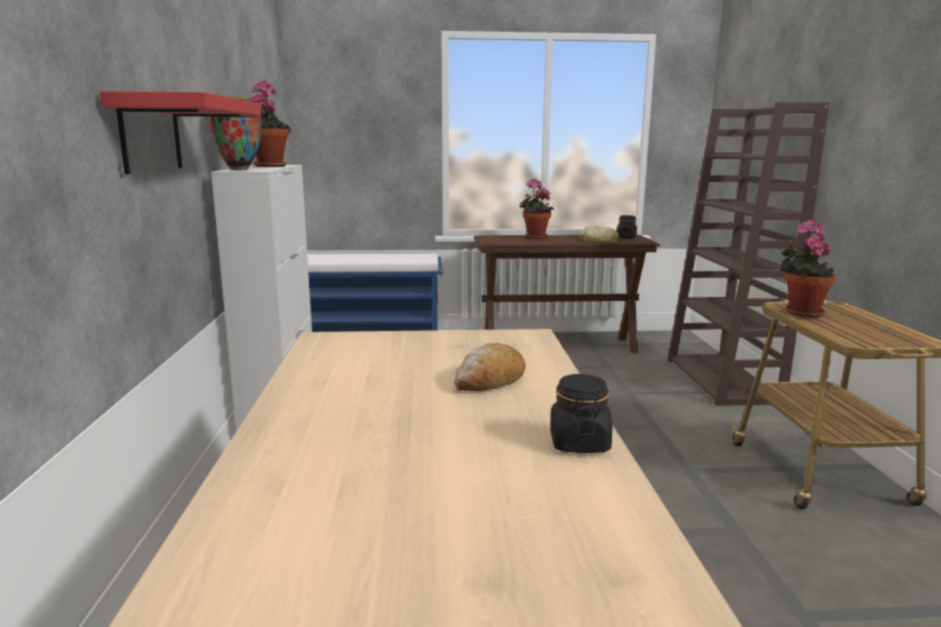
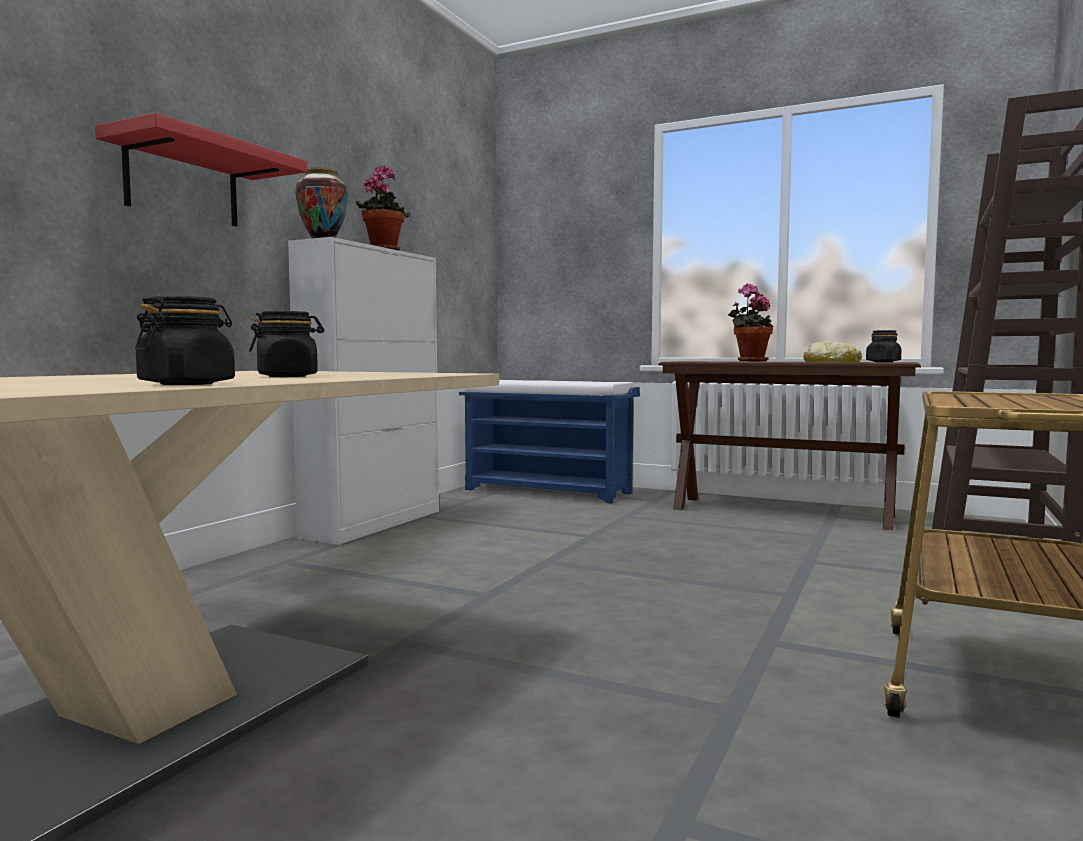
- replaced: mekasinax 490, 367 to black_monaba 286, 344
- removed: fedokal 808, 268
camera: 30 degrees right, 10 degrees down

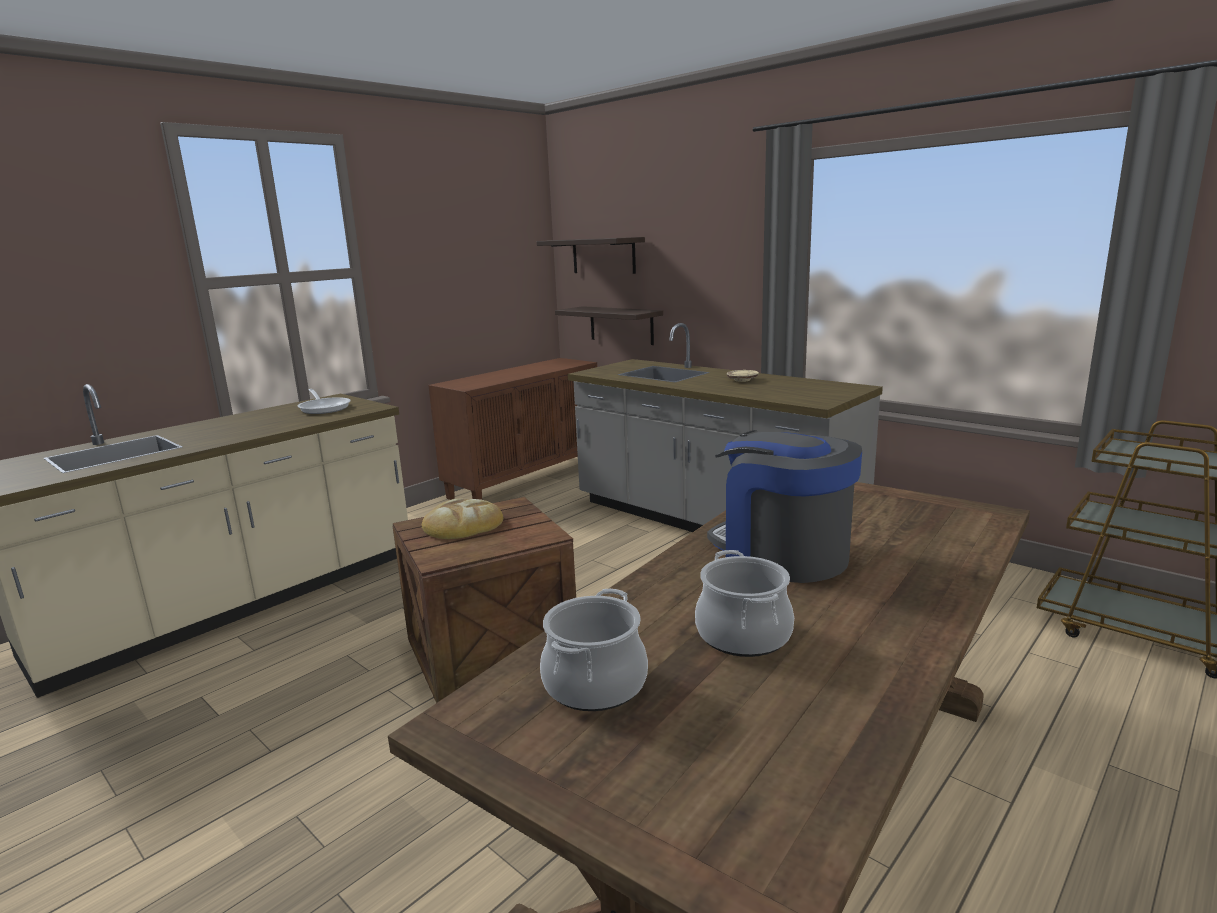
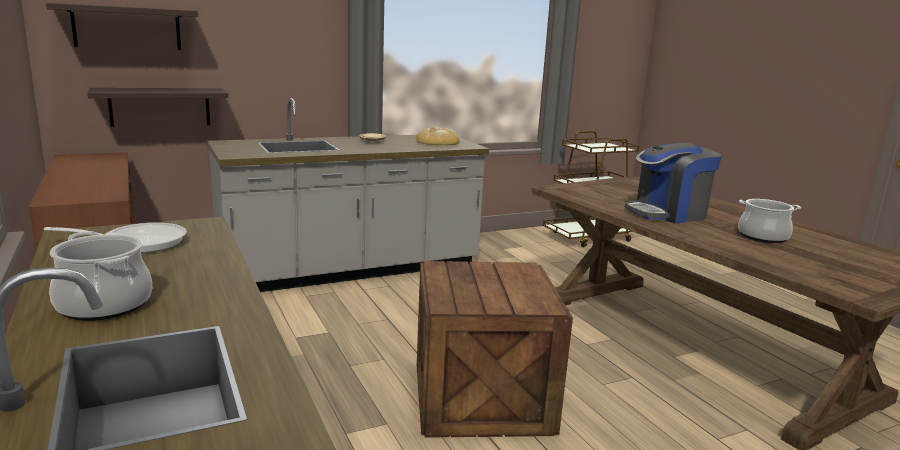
- moved: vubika 594, 650 to 100, 276
- moved: mekasinax 462, 519 to 438, 136
camera: 70 degrees left, 0 degrees up

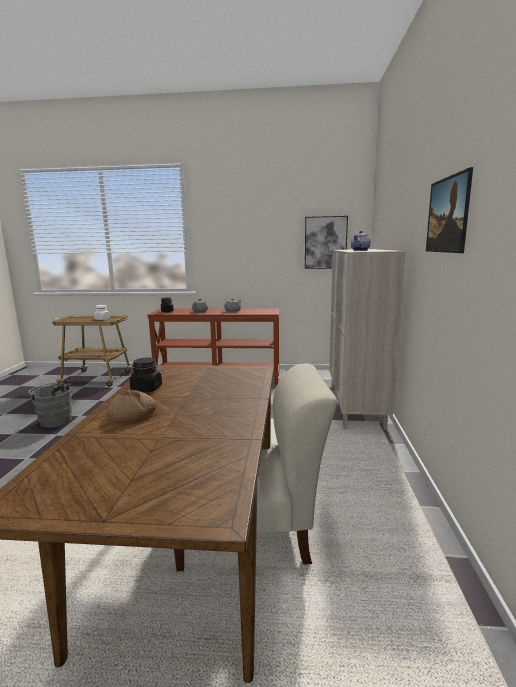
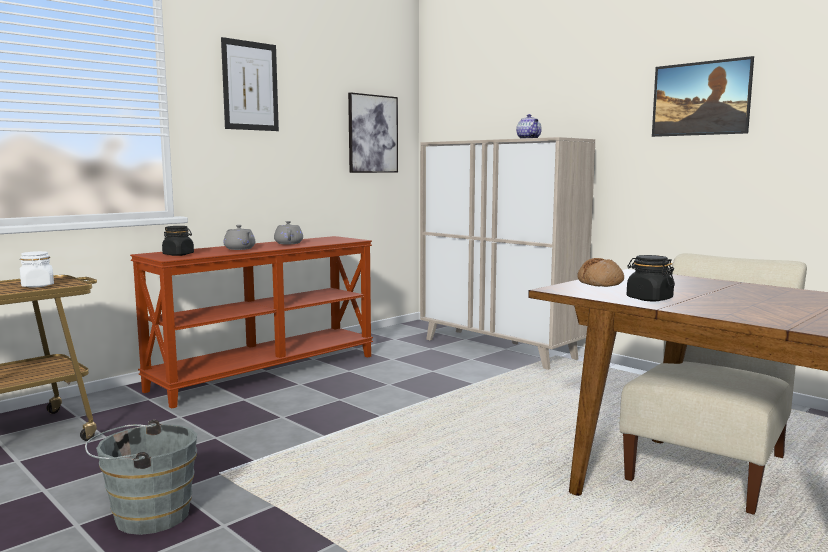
- added: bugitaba 250, 84
- moved: mekasinax 131, 406 to 601, 272
camera: 50 degrees left, 5 degrees down

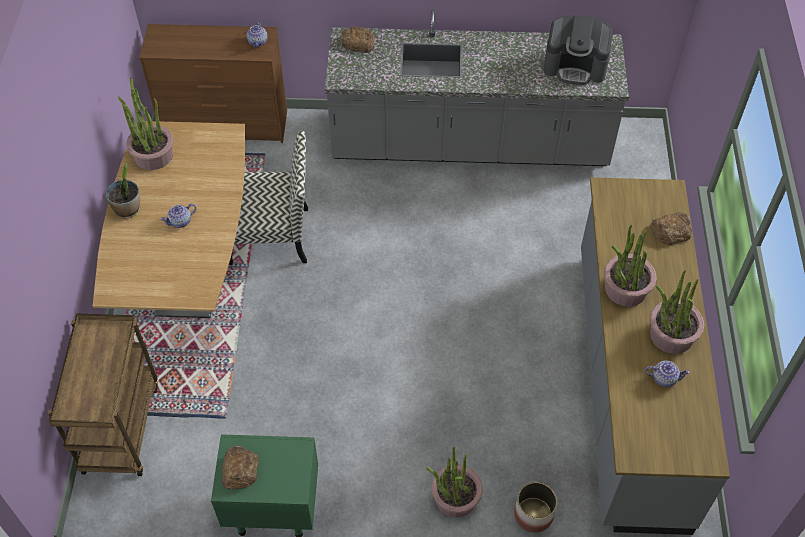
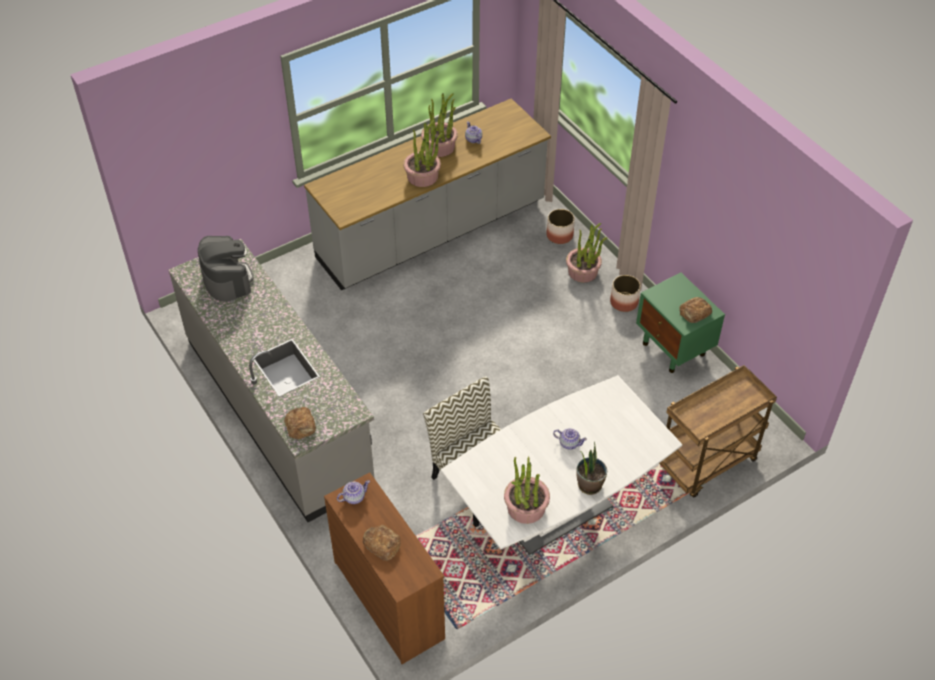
- moved: mekasinax 671, 228 to 382, 543
- recoloured: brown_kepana 169, 219 to white_kepana 561, 465
- added: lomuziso 625, 293
camera: 125 degrees left, 5 degrees down

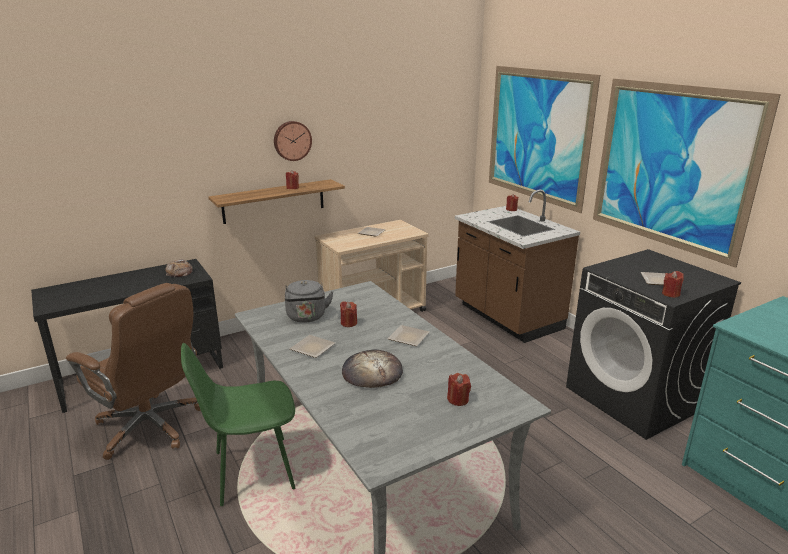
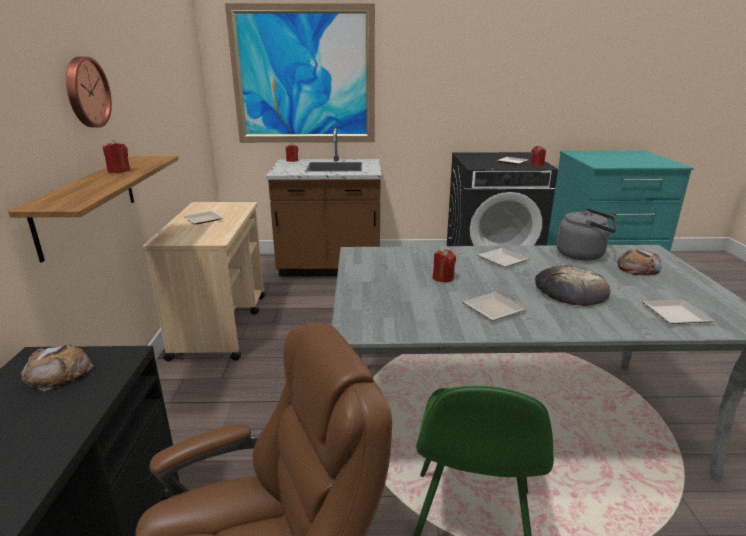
- moved: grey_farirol 309, 301 to 586, 234
- replaced: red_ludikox 459, 389 to mekasinax 639, 262
- added: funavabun 678, 311
- removed: bugitaba 687, 173
camera: 60 degrees left, 0 degrees up

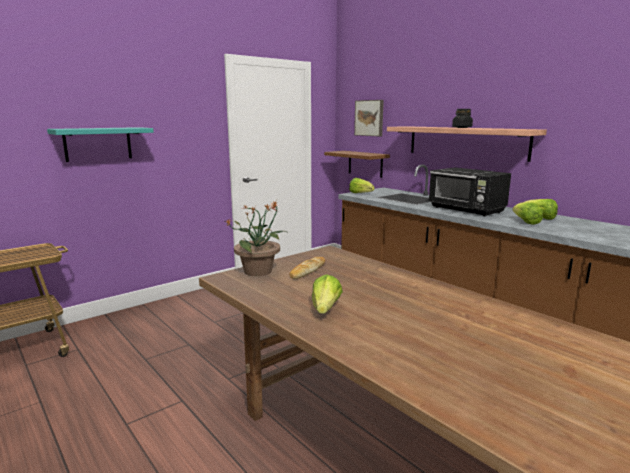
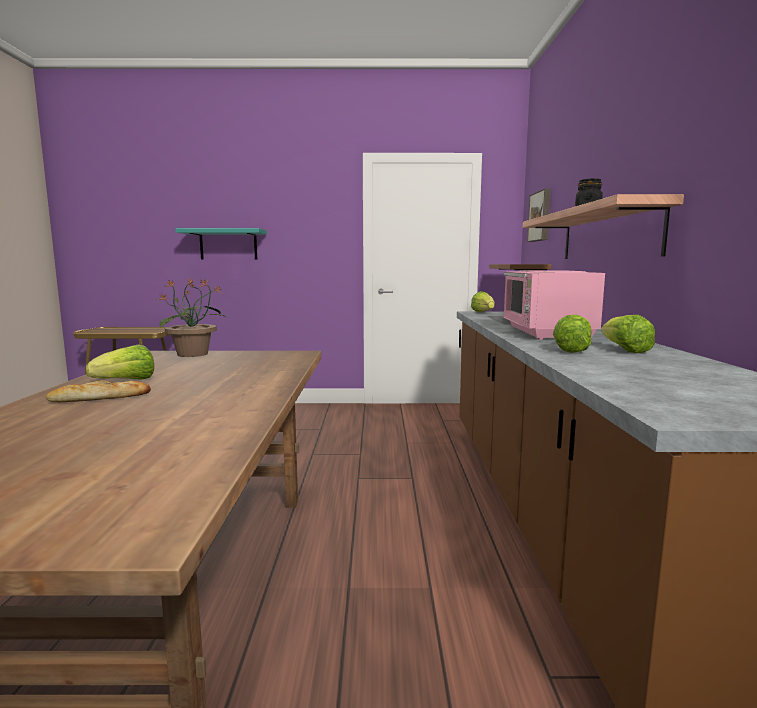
- moved: mekasinax 307, 268 to 98, 391
- recoloured: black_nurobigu 470, 192 to pink_nurobigu 554, 305
camera: 40 degrees right, 5 degrees down

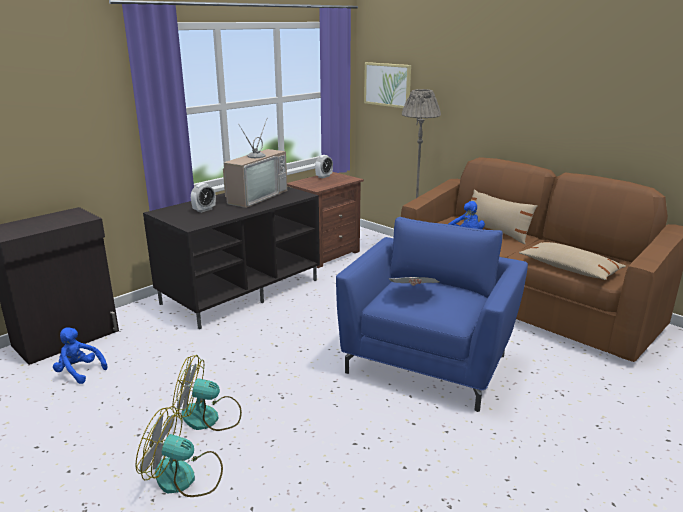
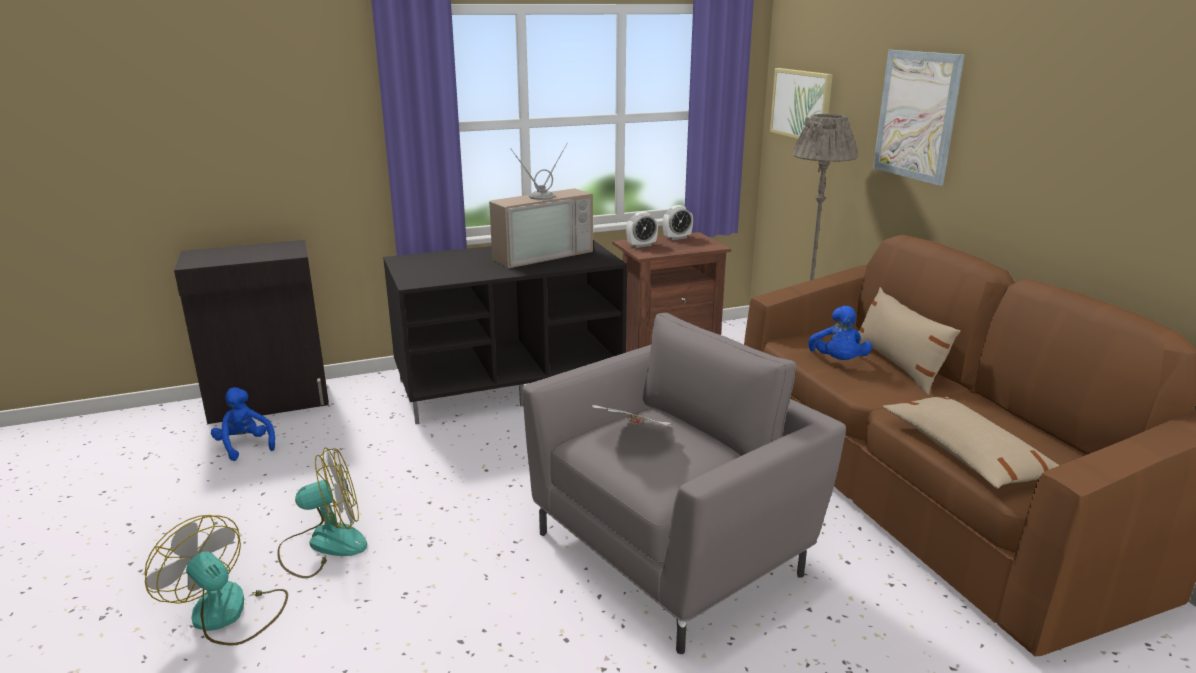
- turned: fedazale 207, 393 = 322, 513 135 degrees clockwise
- recoloured: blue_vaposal 432, 314 to grey_vaposal 684, 483
- moved: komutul 203, 198 to 642, 229
- added: bugitaba 919, 118
camera: 25 degrees right, 0 degrees up

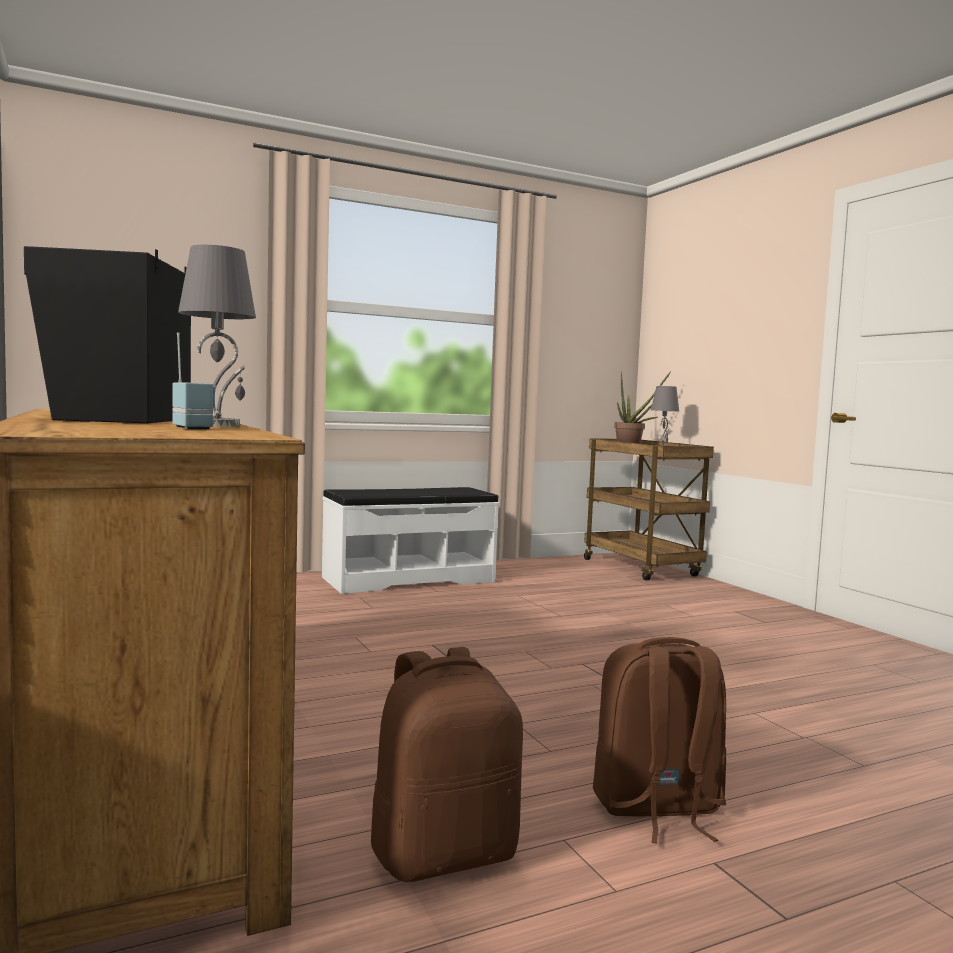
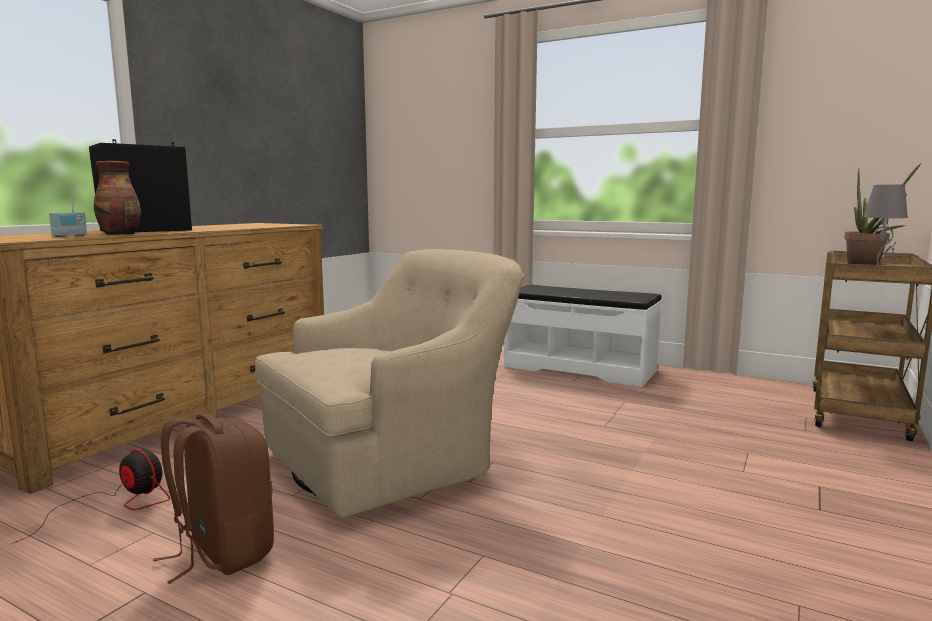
- replaced: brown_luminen 447, 764 to fedazale 91, 496
- replaced: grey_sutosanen 217, 336 to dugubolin 117, 198
- added: beige_vaposal 389, 383
camera: 55 degrees right, 5 degrees up

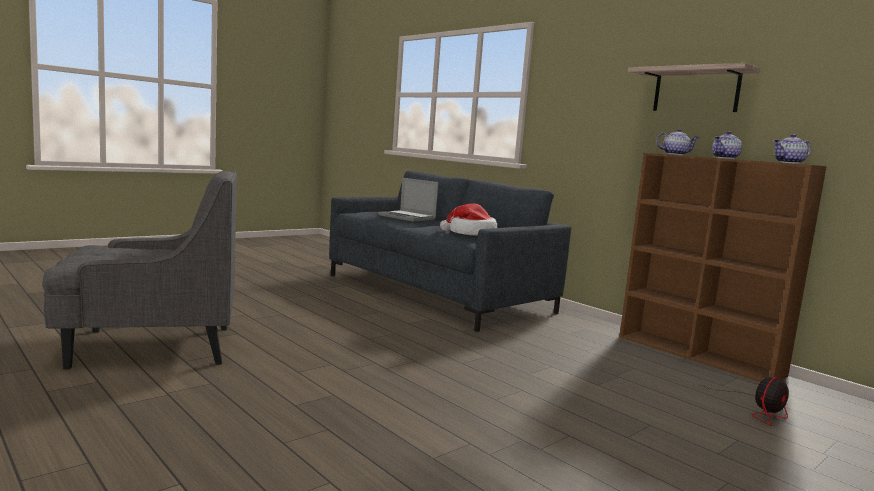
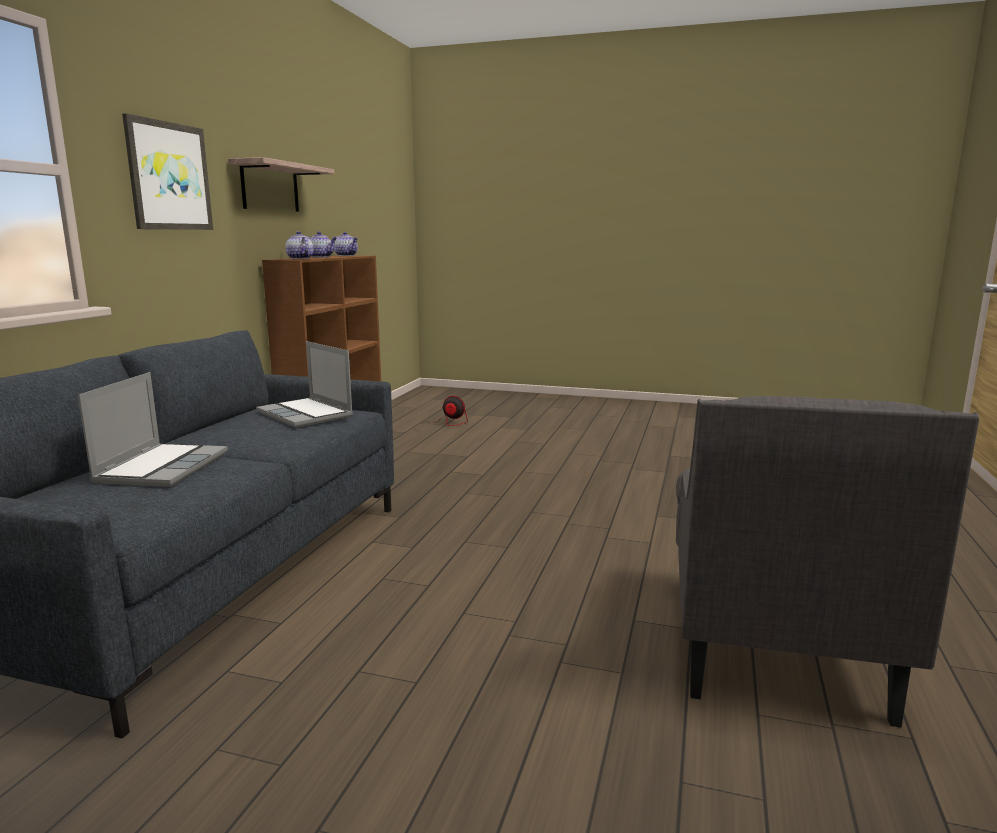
- added: bugitaba 167, 171
- replaced: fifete 468, 220 to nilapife 304, 384
- turned: grey_vaposal 139, 270 = 827, 561 120 degrees counterclockwise
camera: 120 degrees left, 5 degrees up

